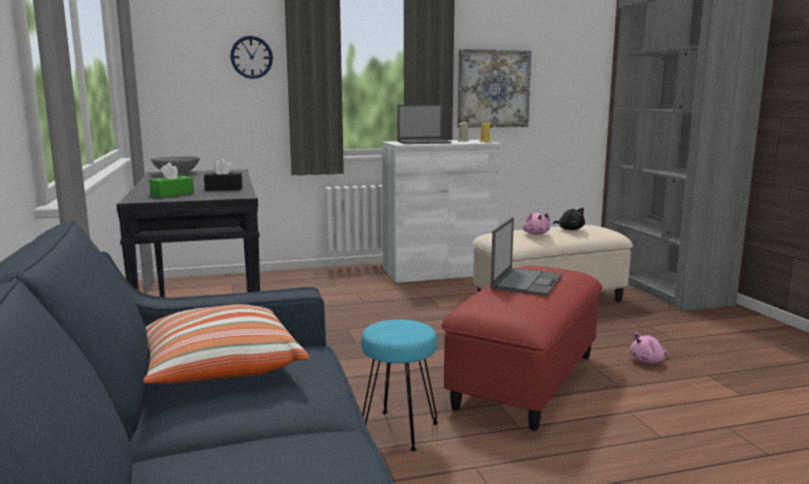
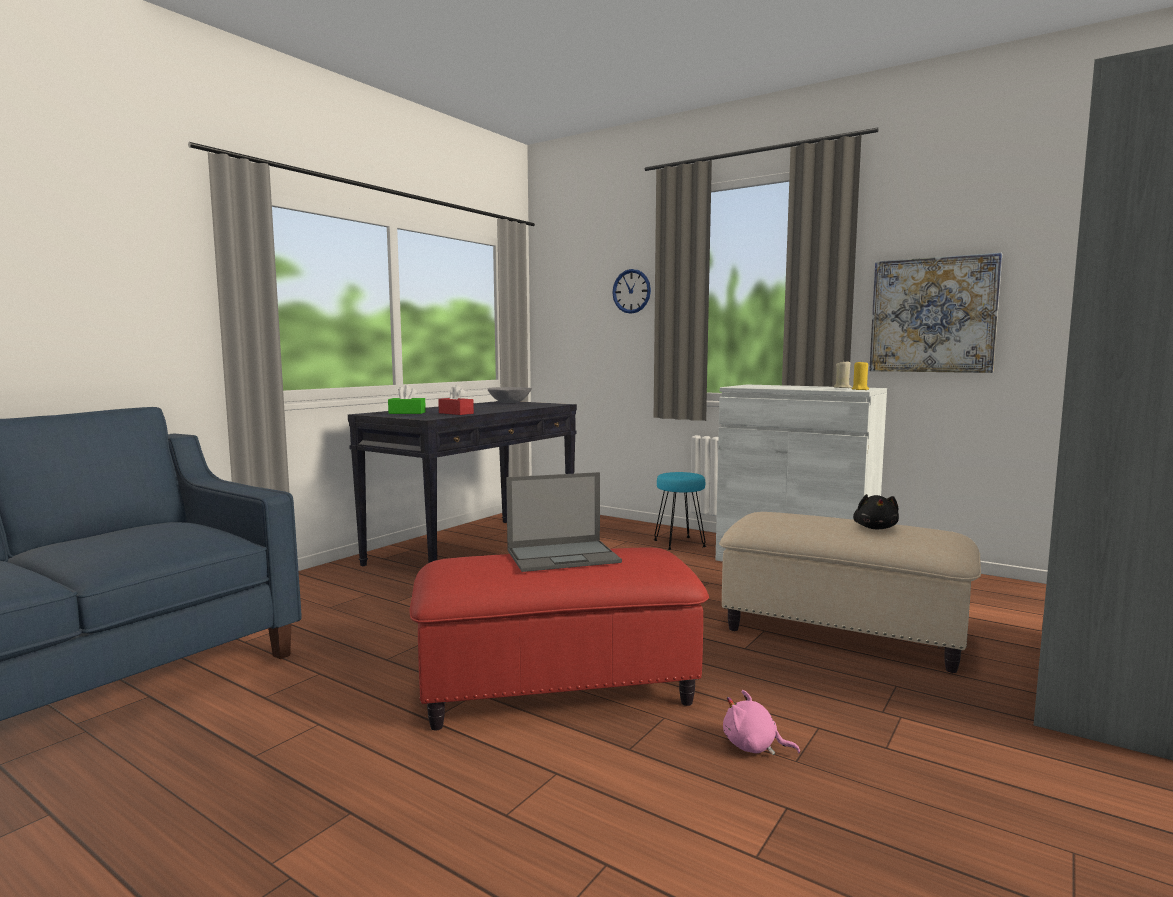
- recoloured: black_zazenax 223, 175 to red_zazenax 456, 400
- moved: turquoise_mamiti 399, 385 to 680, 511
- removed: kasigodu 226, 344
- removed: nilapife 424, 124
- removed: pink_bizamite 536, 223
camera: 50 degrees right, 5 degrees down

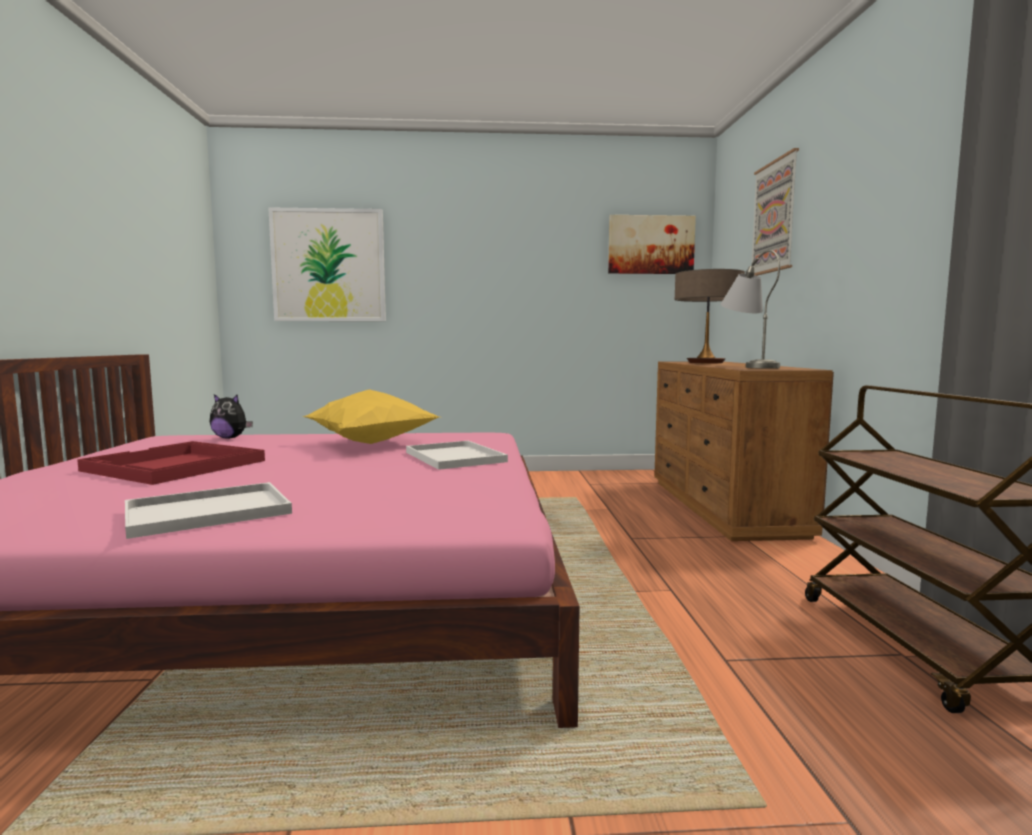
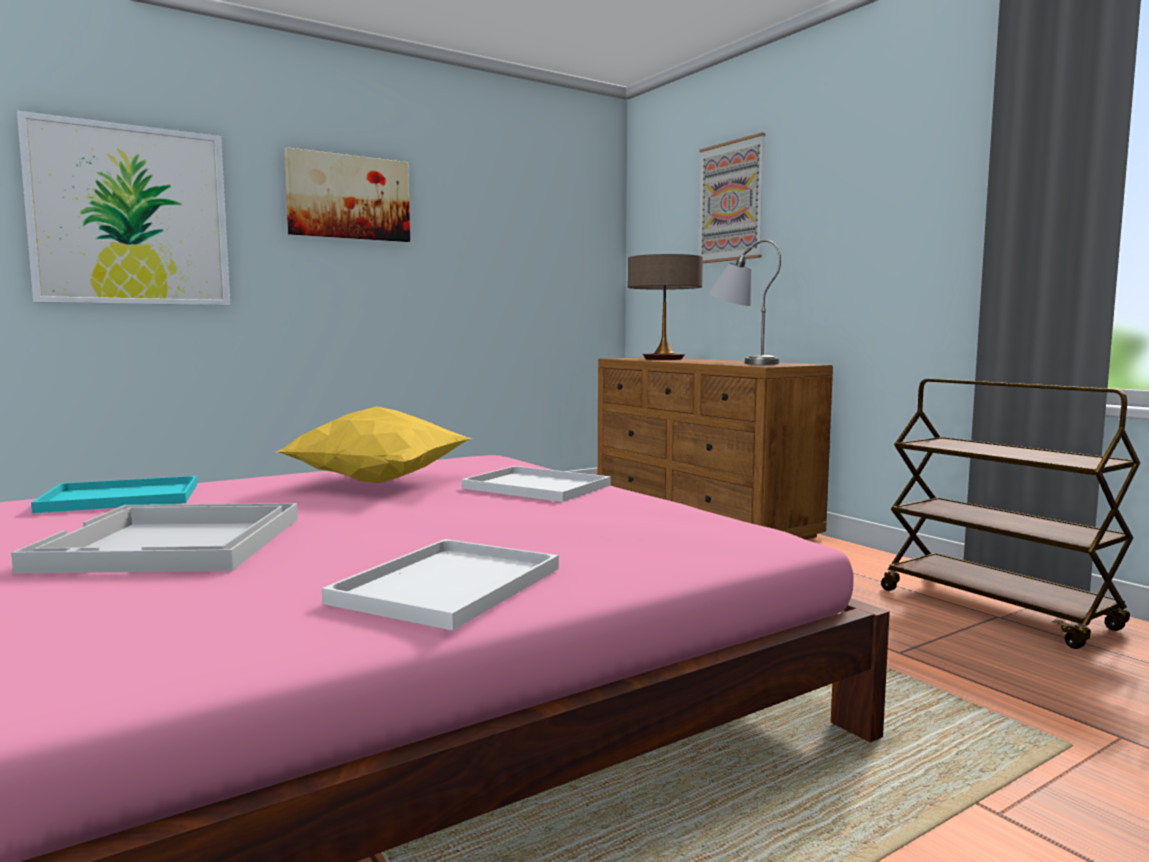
- recoloured: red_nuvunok 171, 463 to white_nuvunok 154, 538
- replaced: bizamite 231, 416 to turquoise_nuvunok 114, 494
- moved: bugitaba 652, 244 to 347, 194
camera: 30 degrees left, 0 degrees up

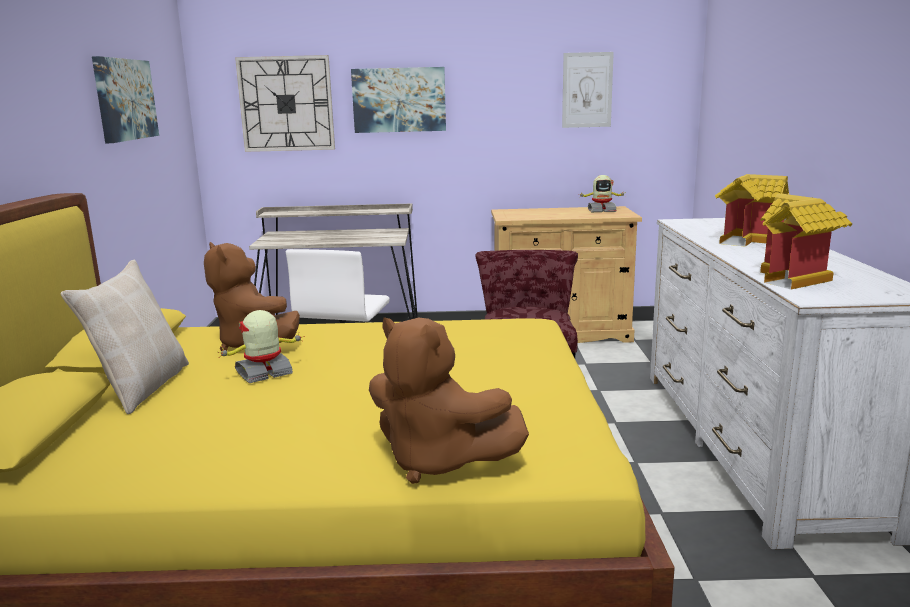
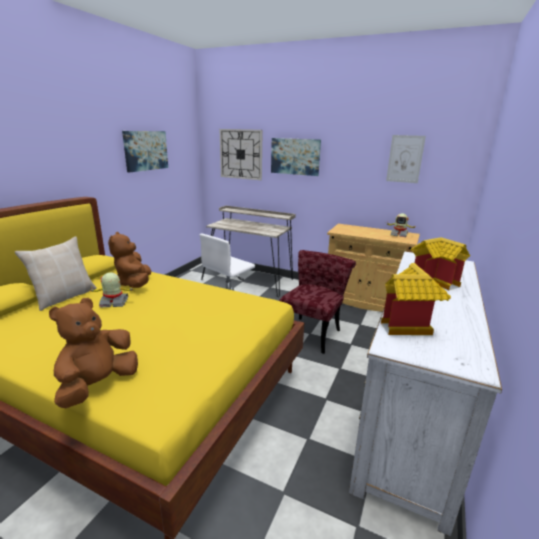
- turned: brown_bizamite 449, 401 = 93, 353 60 degrees clockwise
camera: 25 degrees right, 5 degrees up

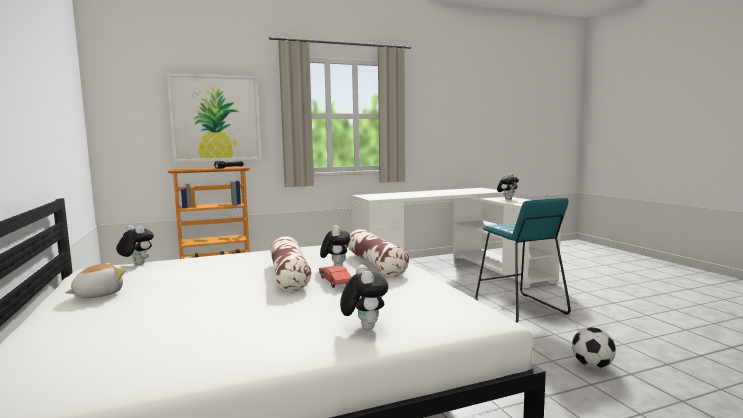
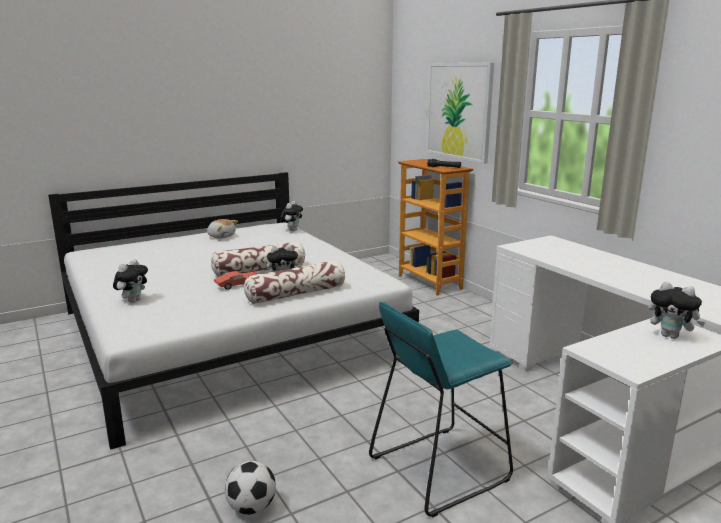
- turned: bizamite 364, 297 = 130, 281 45 degrees counterclockwise
camera: 80 degrees right, 10 degrees up

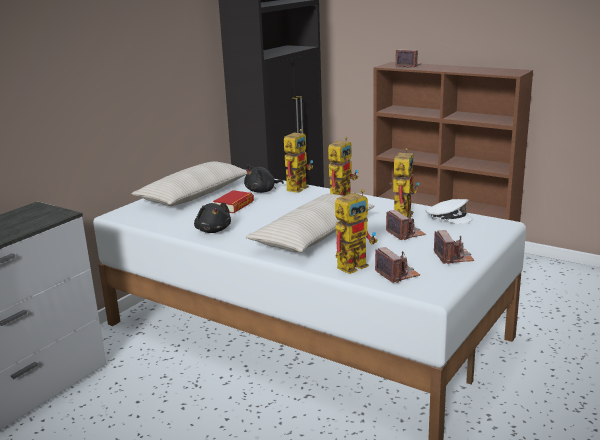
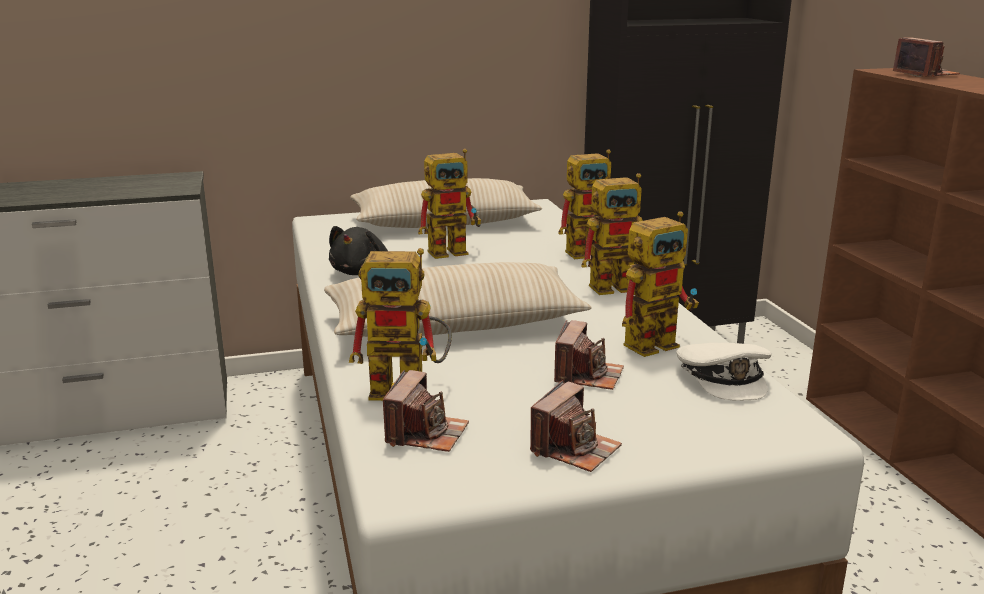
- replaced: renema 233, 202 to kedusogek 449, 204
- removed: black_bizamite 264, 178
camera: 40 degrees right, 0 degrees up

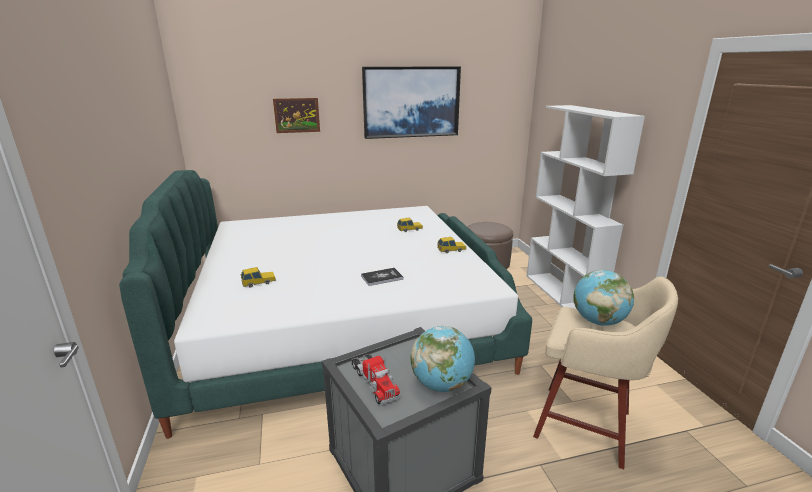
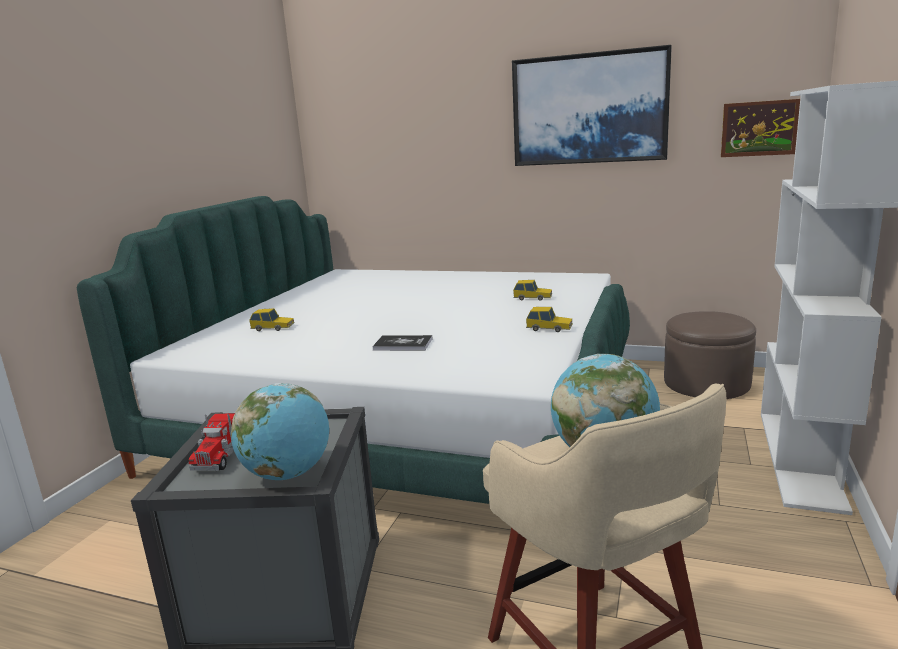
- moved: bugitaba 296, 115 to 760, 128
camera: 35 degrees right, 5 degrees down

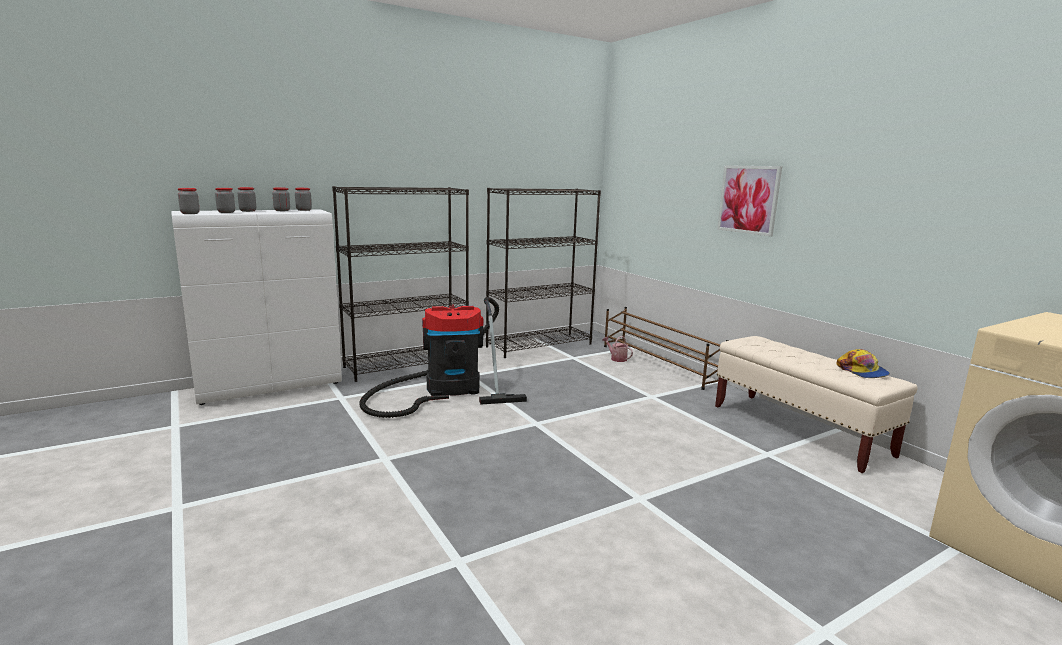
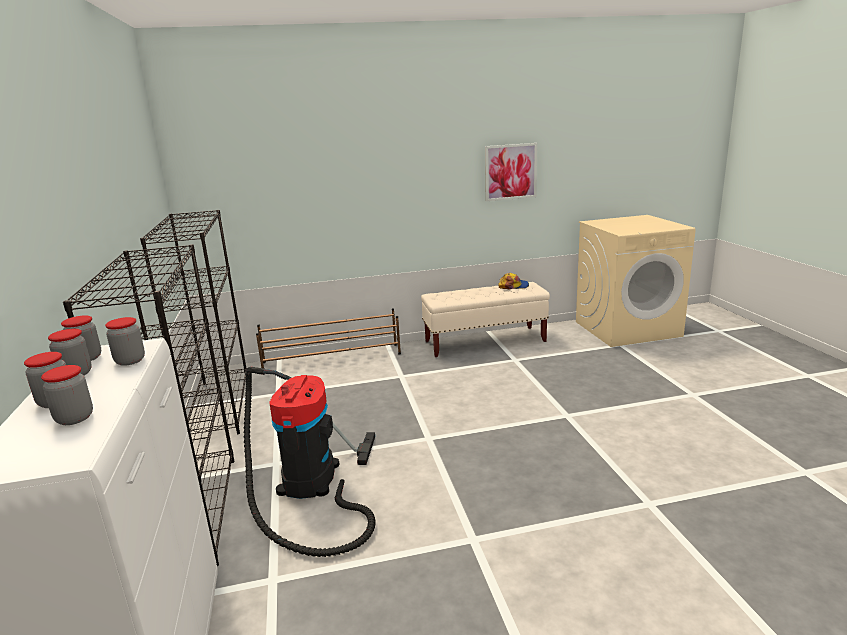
- moved: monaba 189, 201 to 125, 341
- moved: bugitaba 749, 200 to 511, 172
- removed: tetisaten 618, 349
camera: 70 degrees left, 5 degrees up

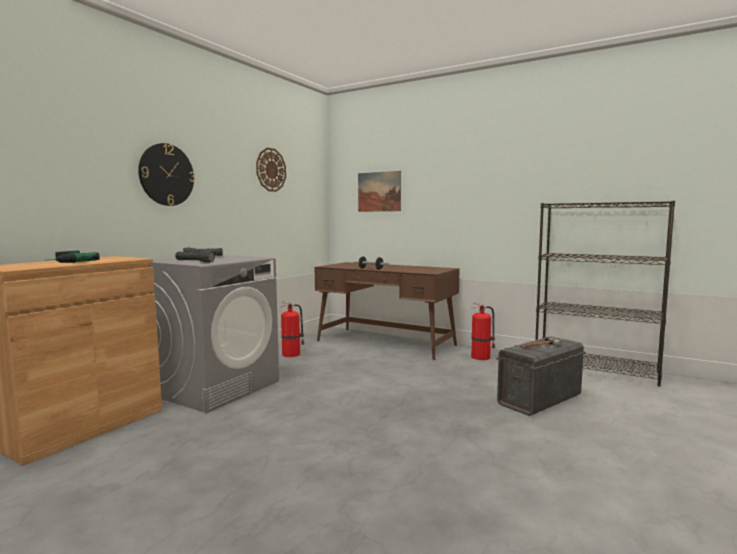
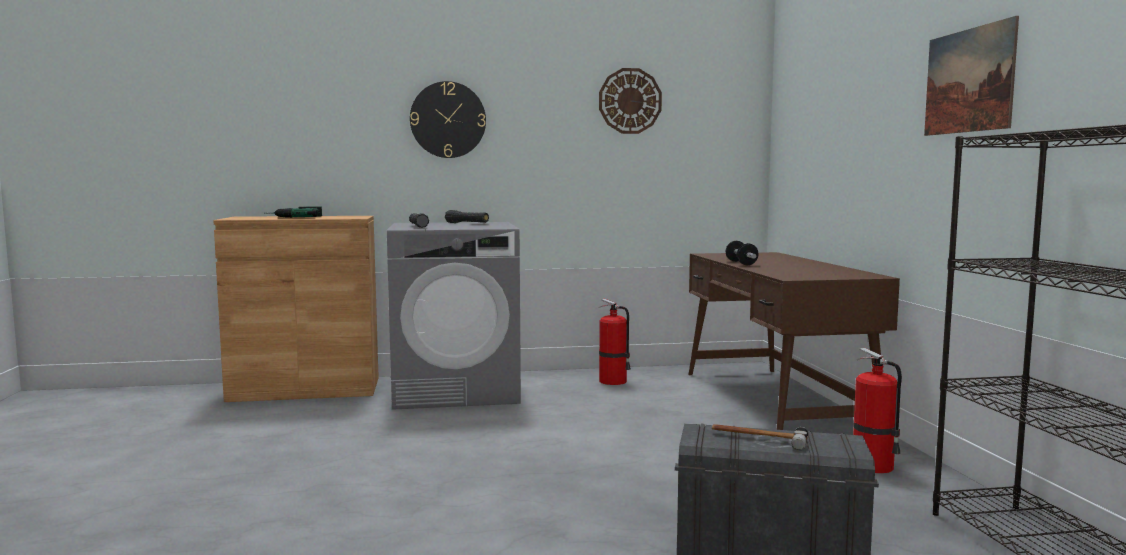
- moved: bugitaba 379, 191 to 971, 76
camera: 50 degrees right, 0 degrees up

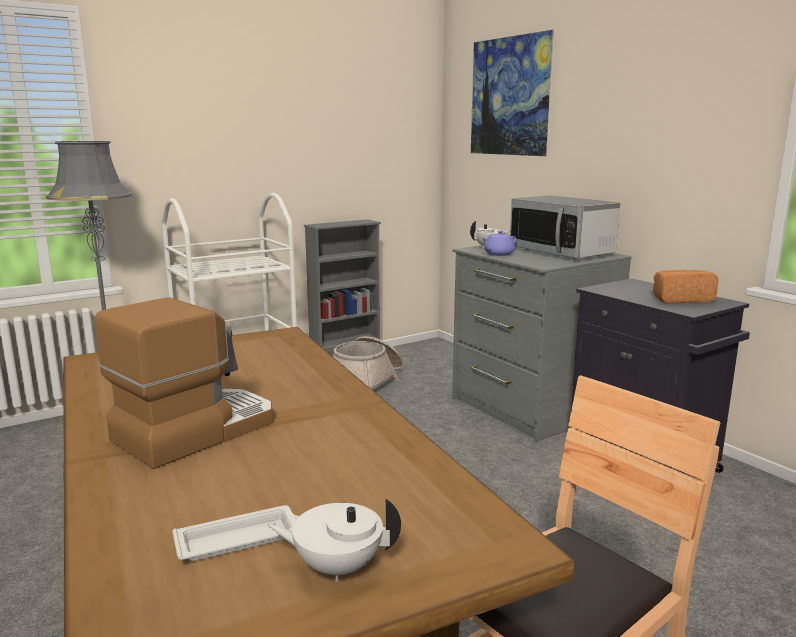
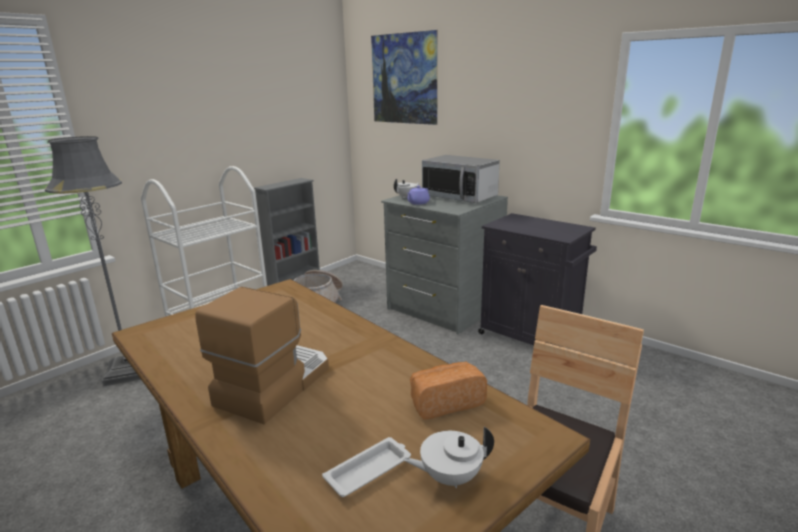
- moved: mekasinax 686, 286 to 448, 391
camera: 15 degrees left, 5 degrees up

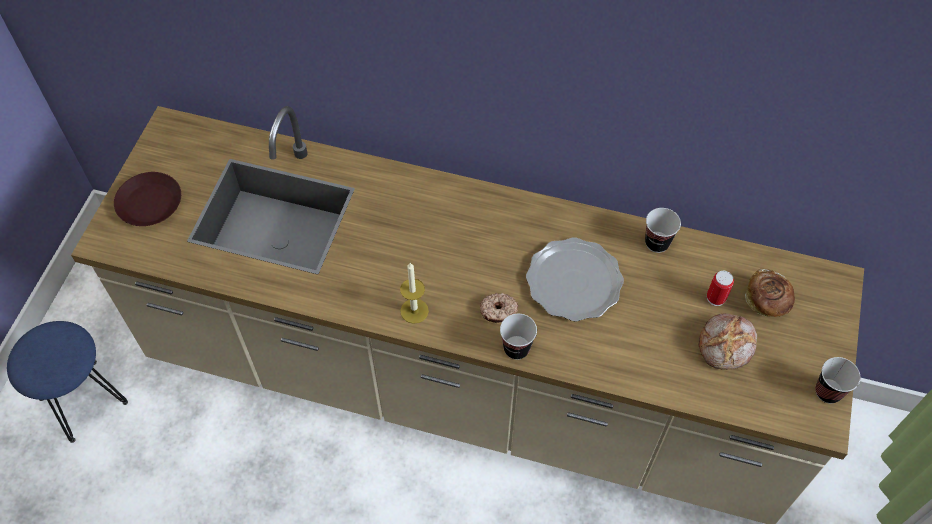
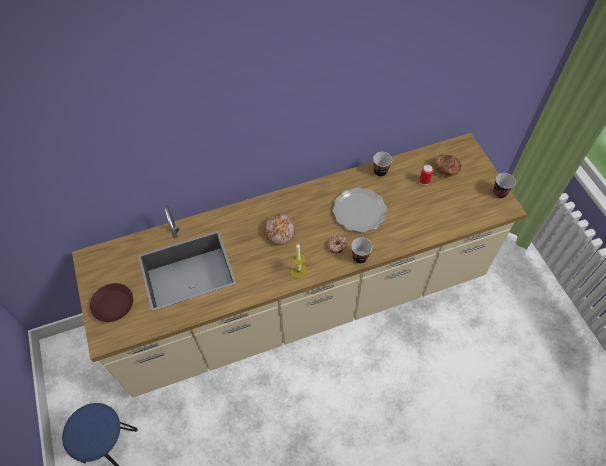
- moved: mekasinax 728, 341 to 280, 229
camera: 35 degrees left, 0 degrees up

